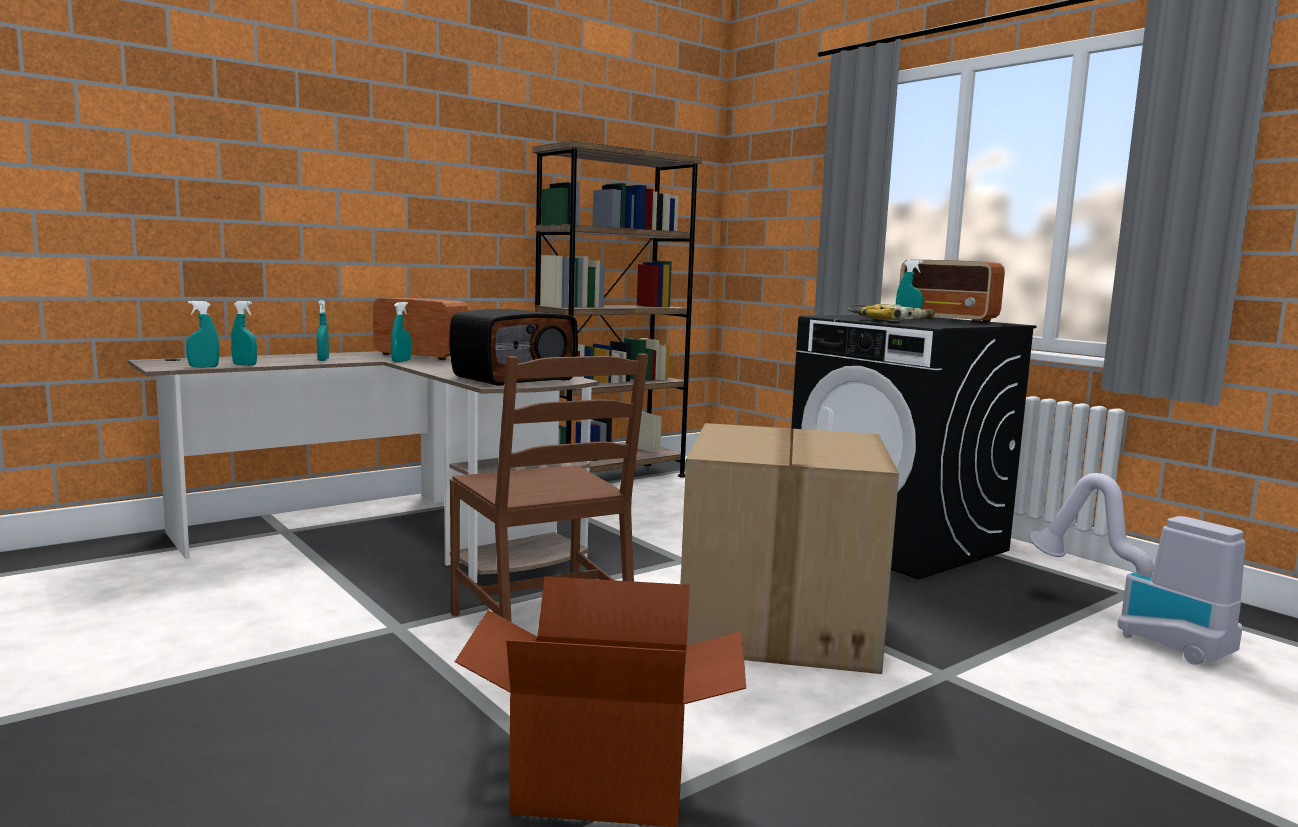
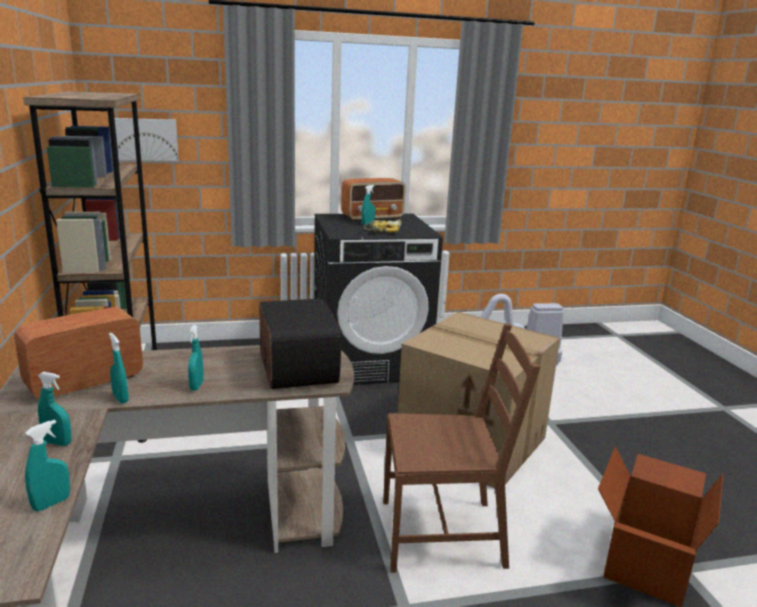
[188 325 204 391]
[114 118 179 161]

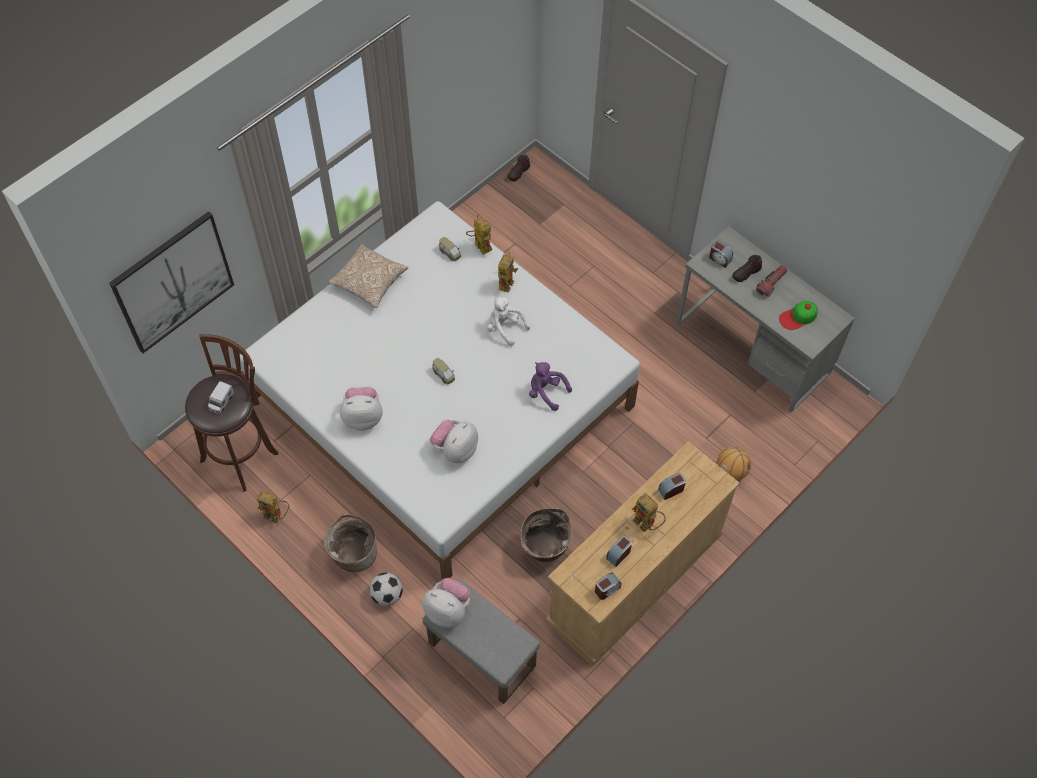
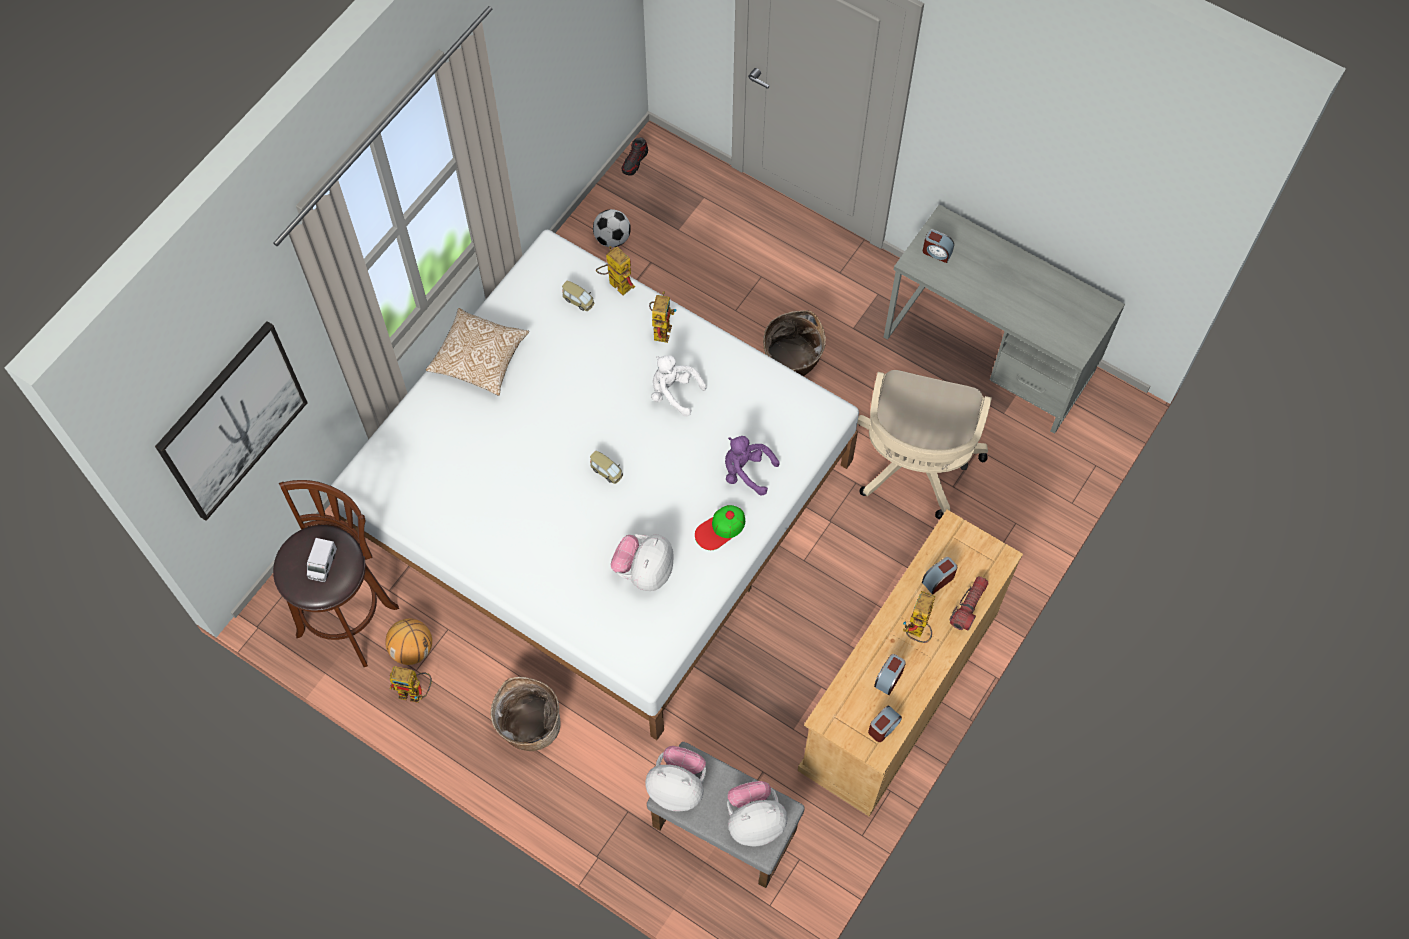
[727 781 788 846]
[593 209 631 247]
[763 311 826 376]
[903 591 935 643]
[385 619 432 665]
[732 255 762 282] (first image)
[950 576 989 630]
[695 505 745 550]
[857 370 992 519]

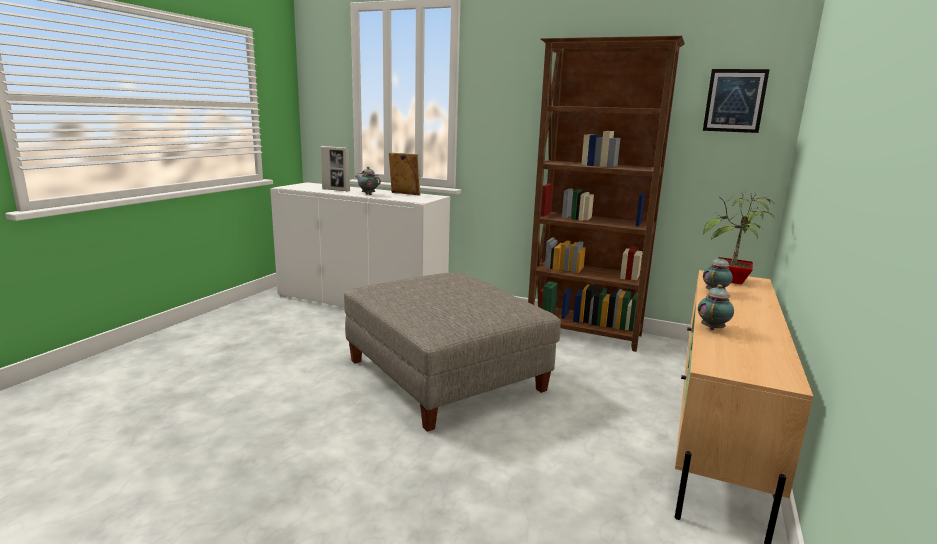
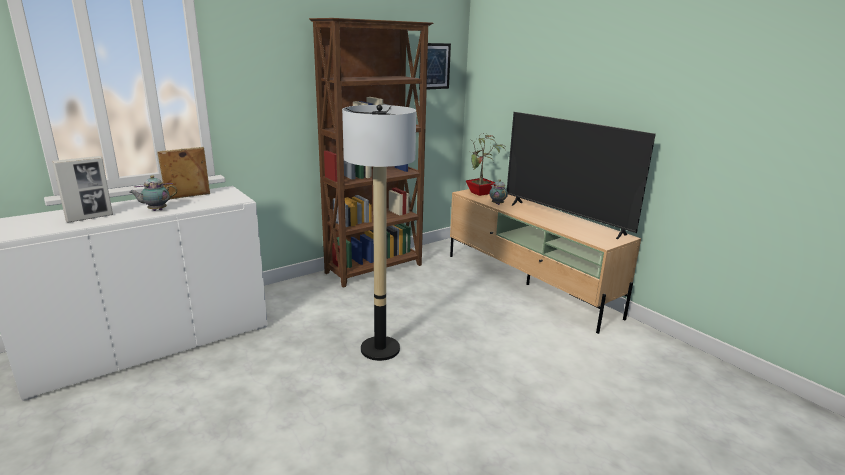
[342 105 416 361]
[698 285 734 330] (first image)
[507 112 656 239]

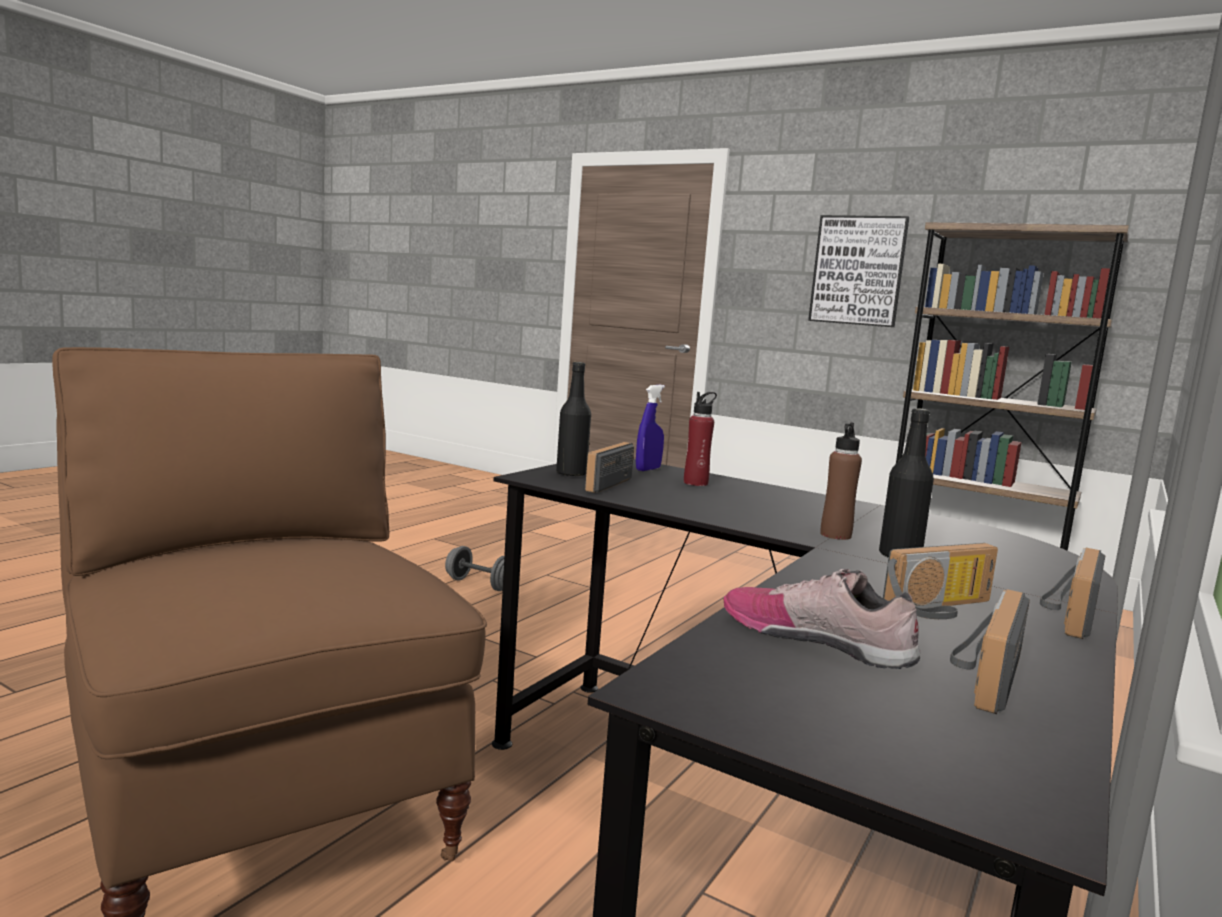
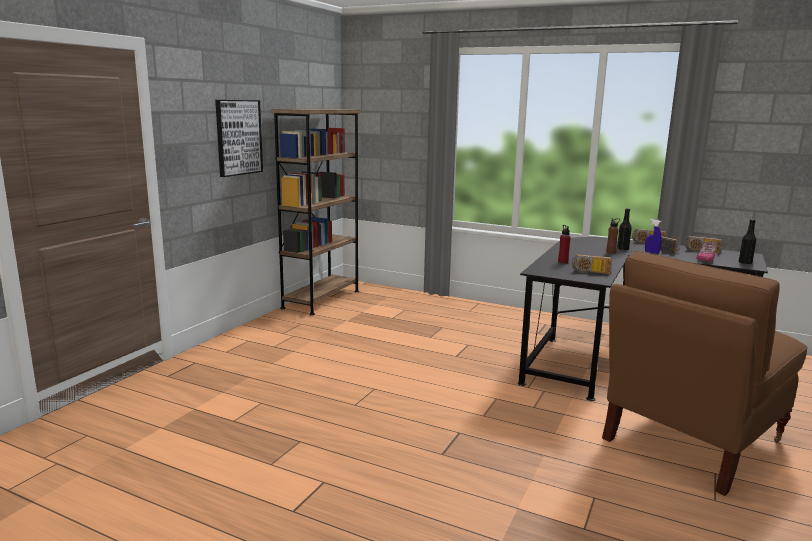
[445 546 504 591] (first image)
[739 219 757 264]
[645 219 662 254]

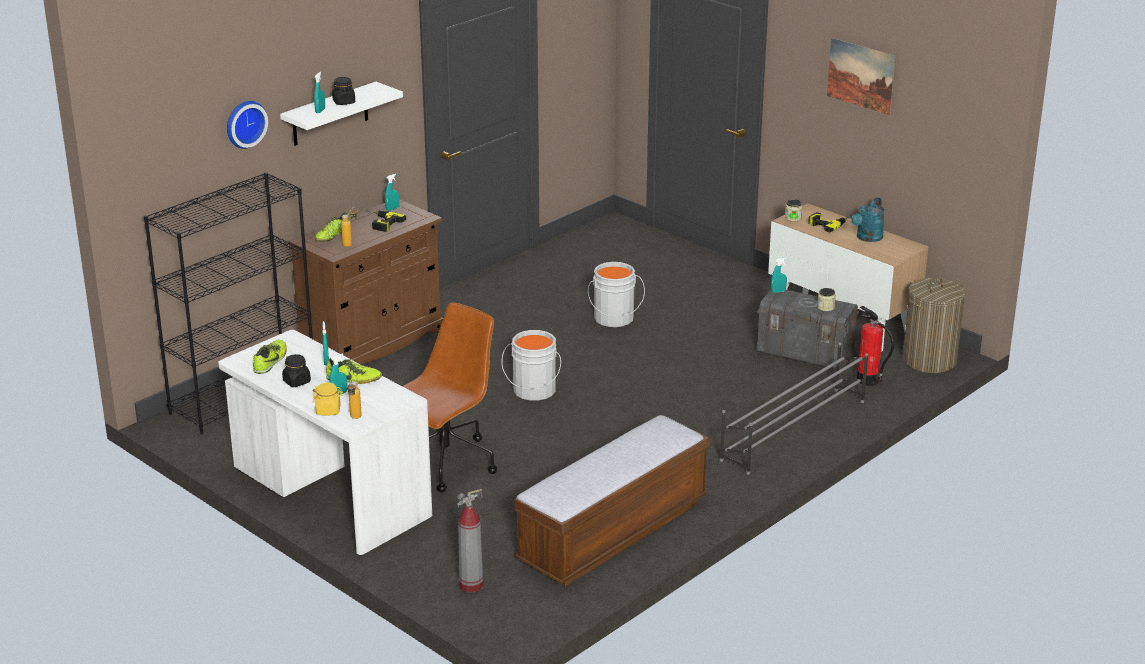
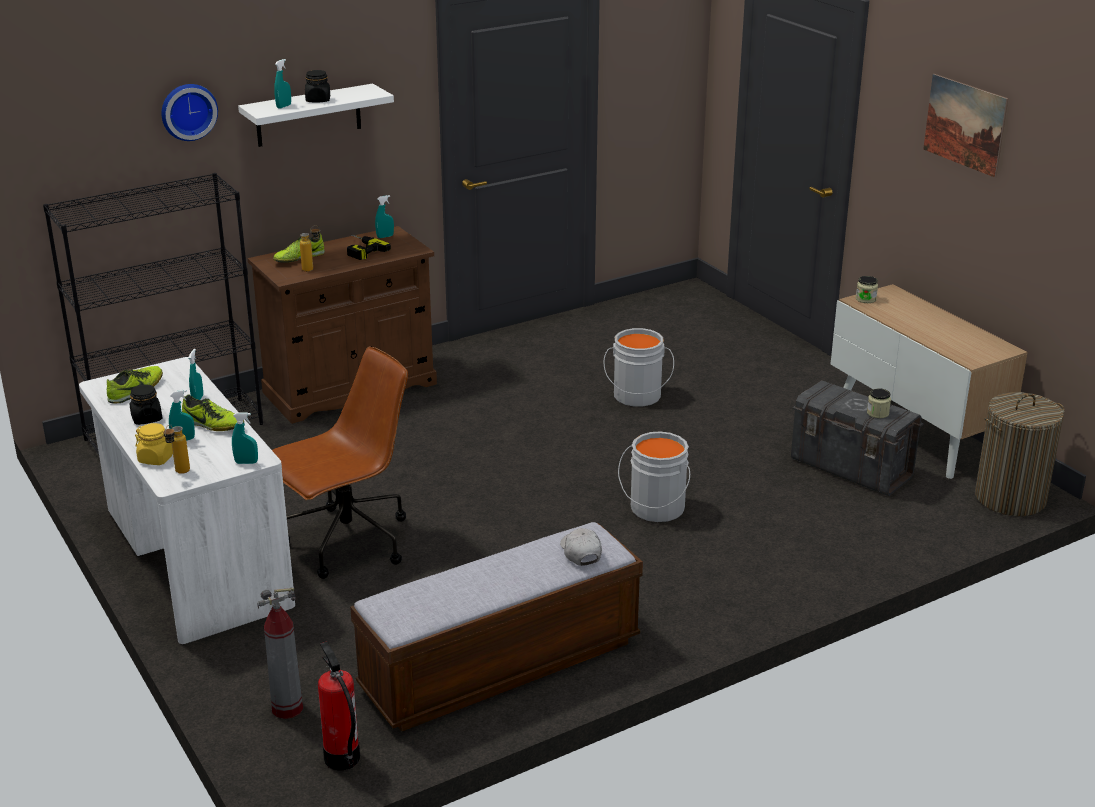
[618 431 690 522]
[719 342 868 475] (first image)
[232 412 258 464]
[808 212 852 233] (first image)
[851 197 885 242] (first image)
[318 641 360 770]
[560 528 602 566]

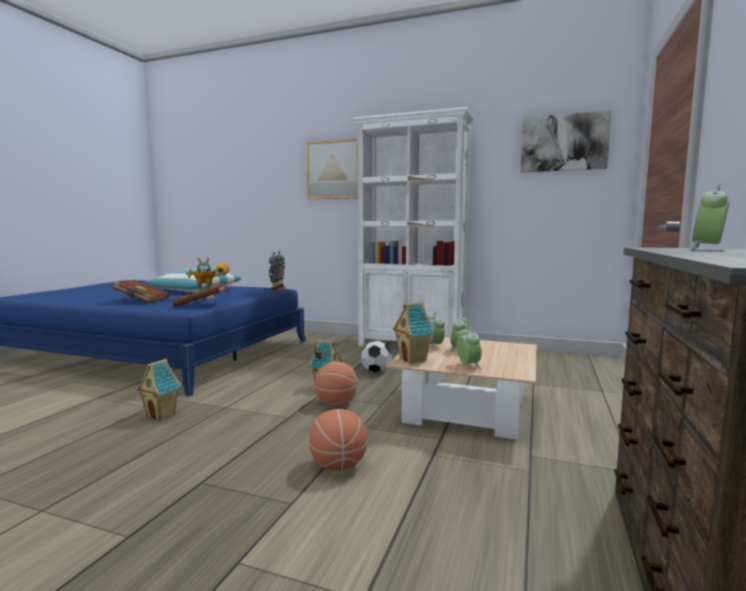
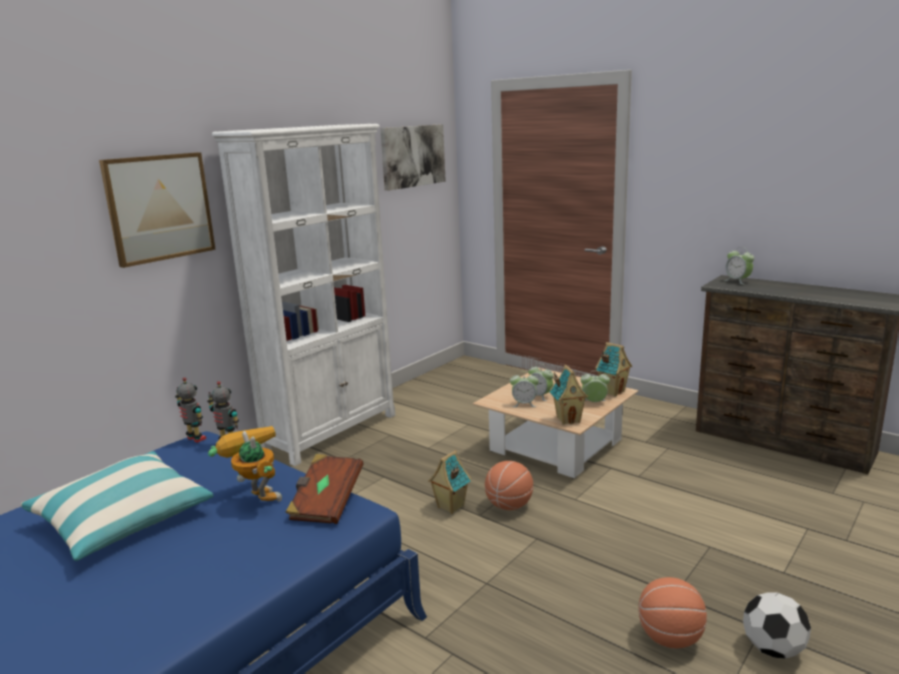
[112 280 169 303] (first image)
[595 342 632 396]
[208 426 282 501]
[639 577 707 648]
[743 592 811 659]

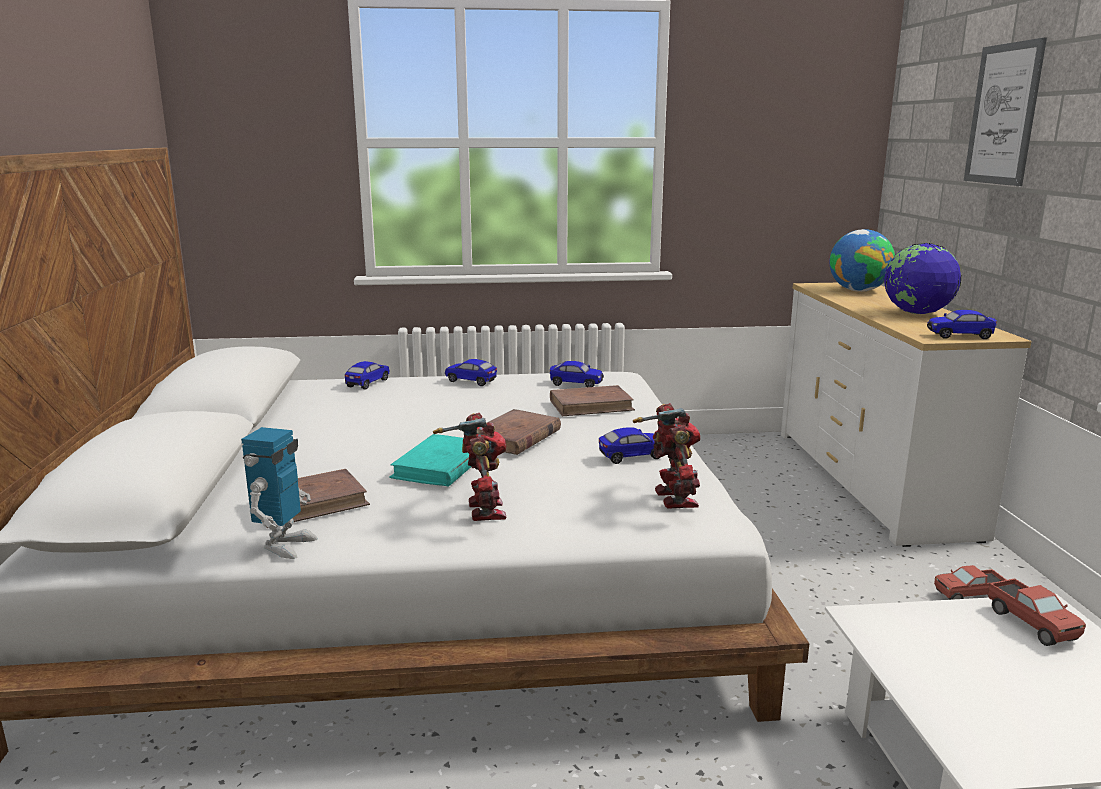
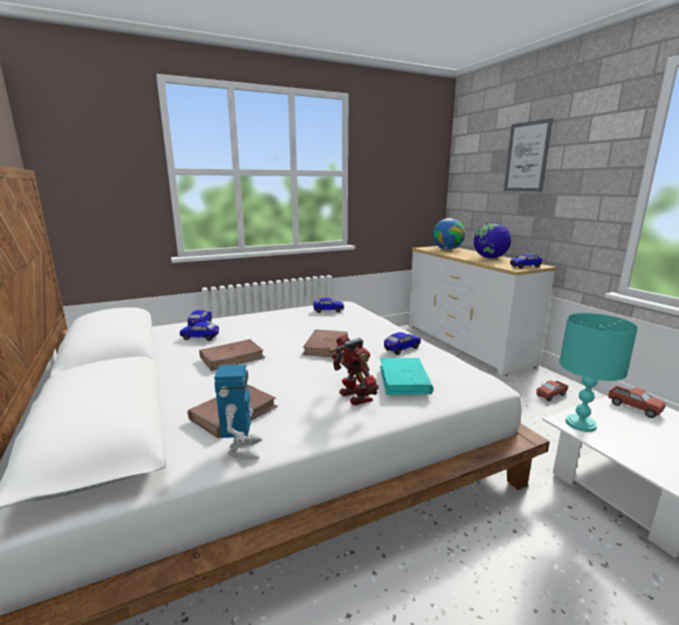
[380 358 434 395]
[180 322 219 341]
[199 339 265 371]
[633 403 700 509] (first image)
[559 313 638 432]

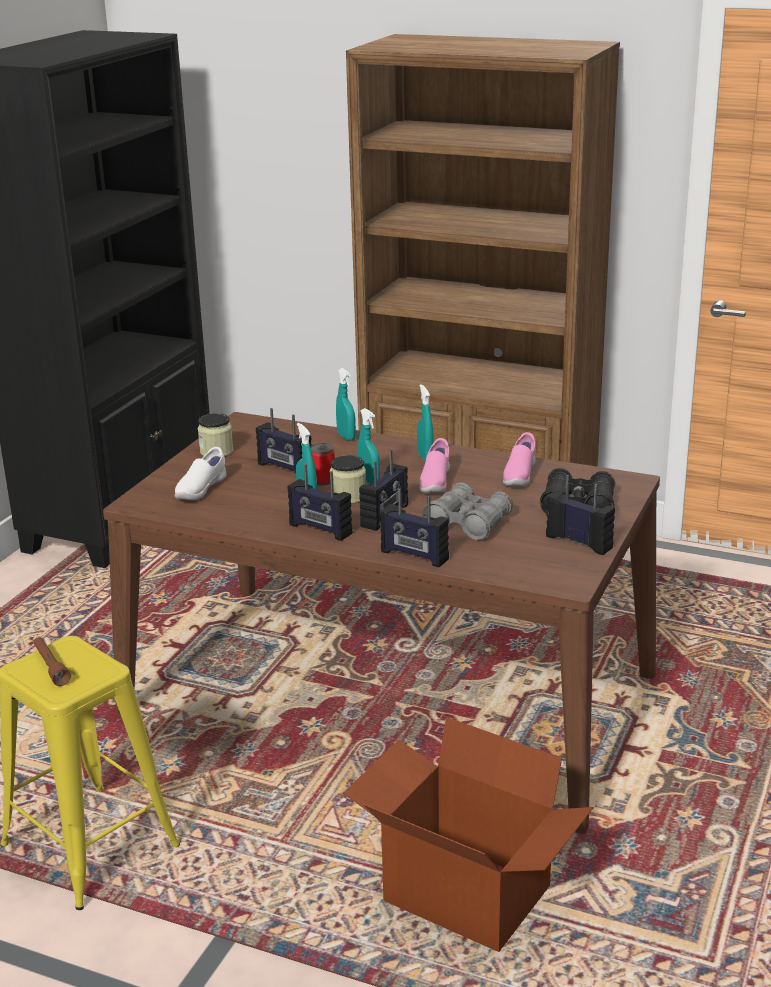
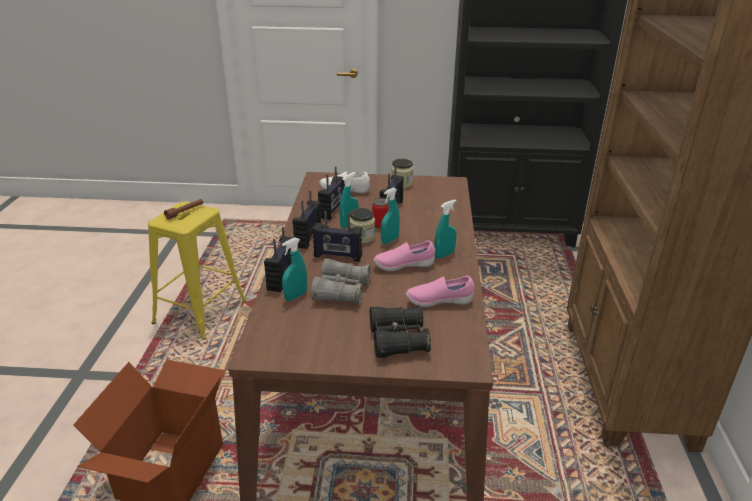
[282 237 307 301]
[318 166 345 220]

